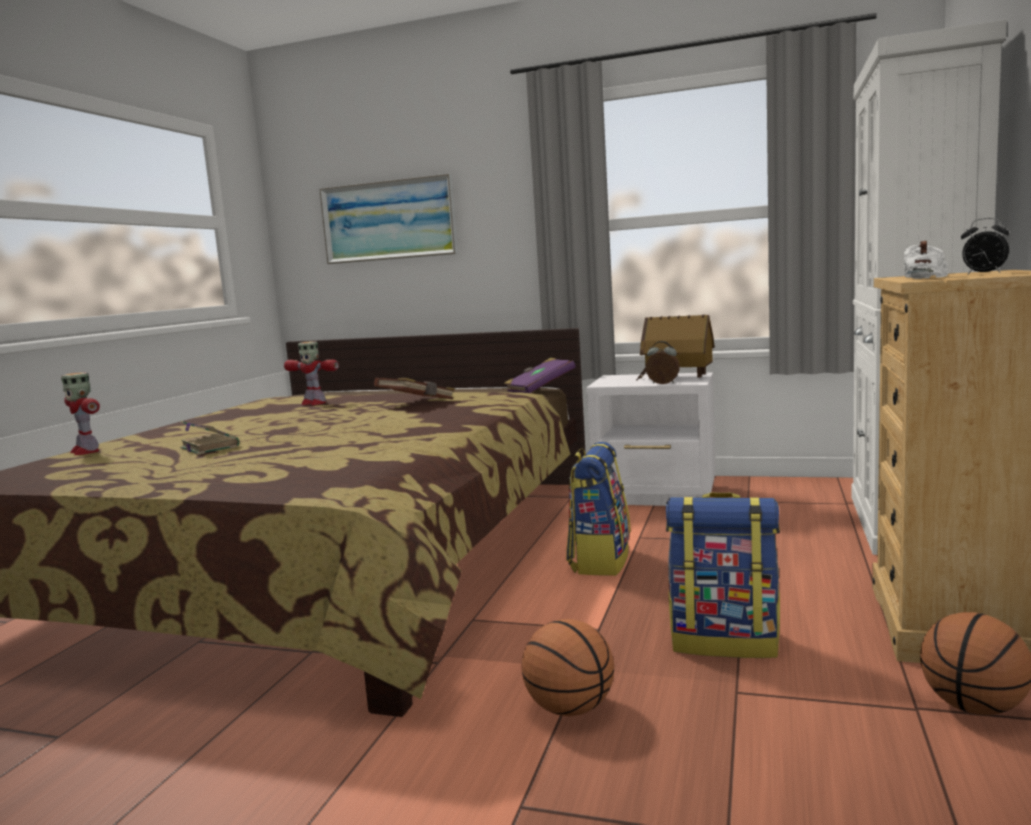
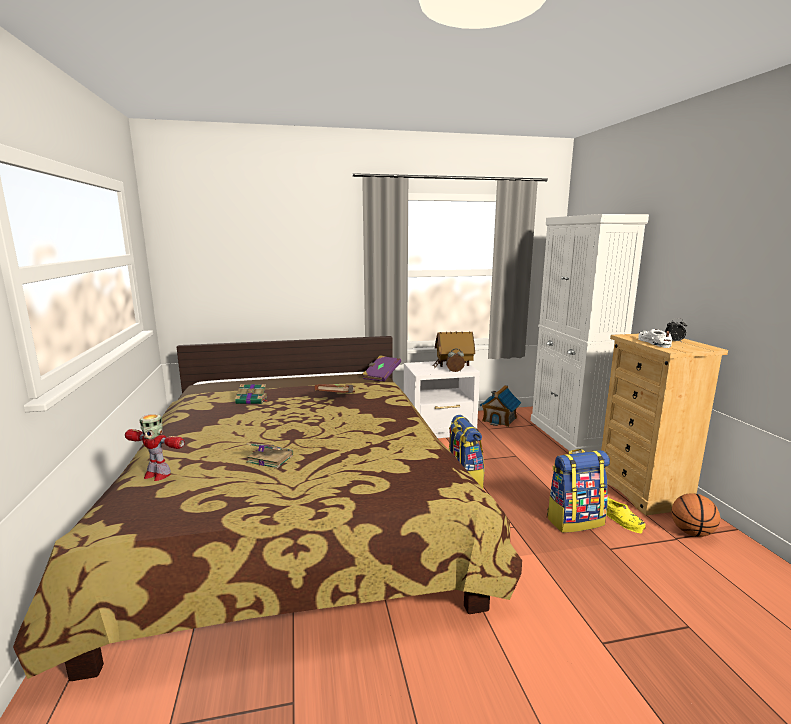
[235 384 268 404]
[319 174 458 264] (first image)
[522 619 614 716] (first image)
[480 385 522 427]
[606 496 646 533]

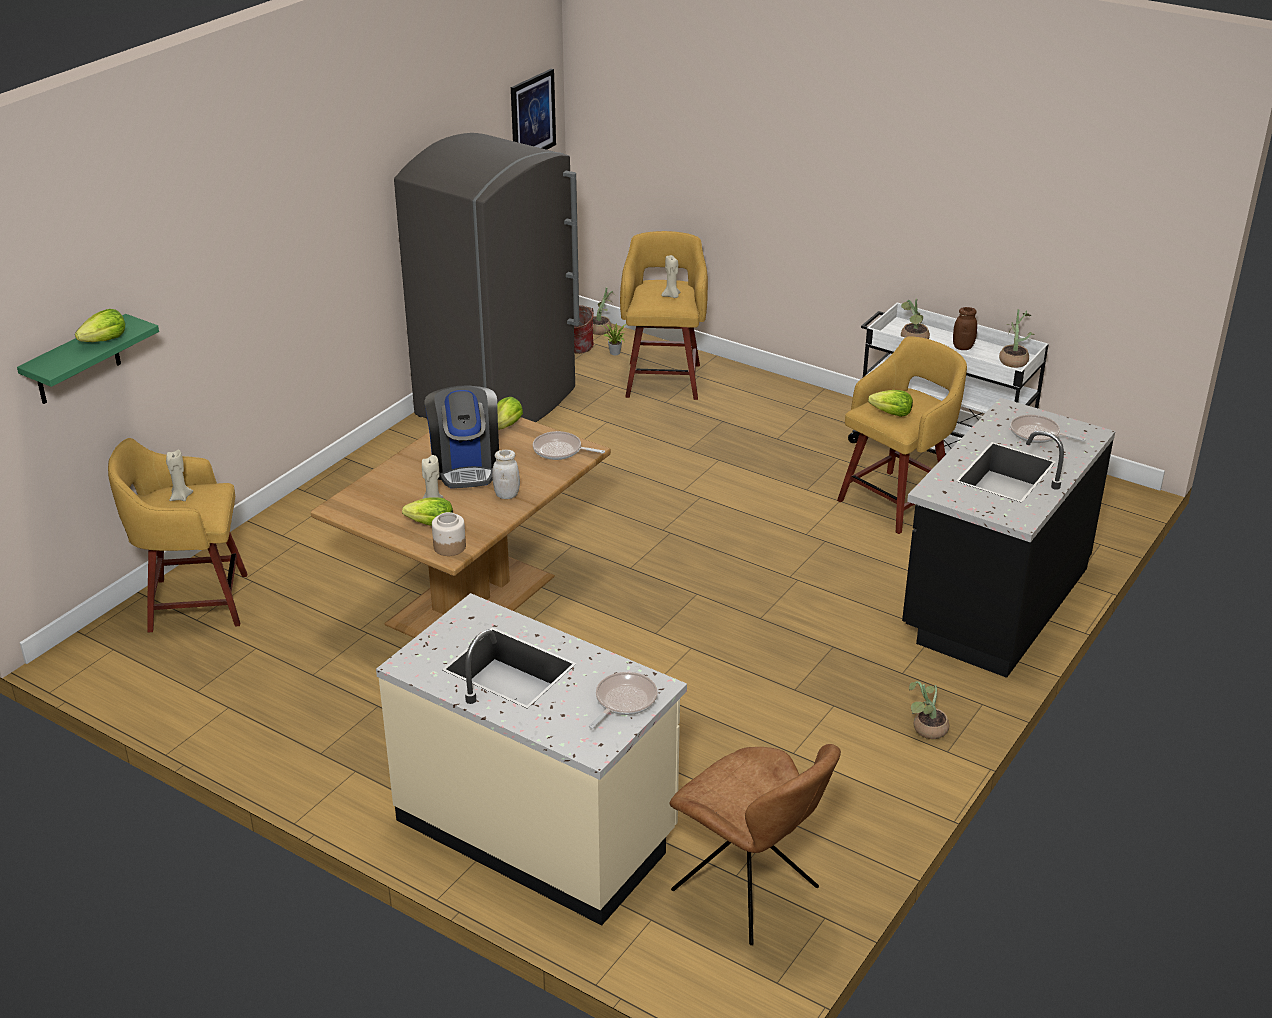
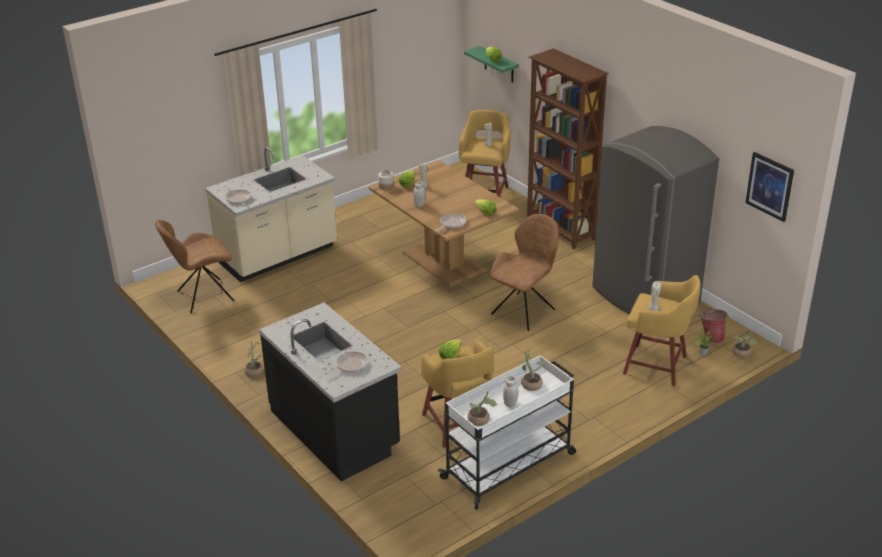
[424 386 499 488] (first image)
[503 375 518 408]
[490 214 559 331]
[527 48 609 249]

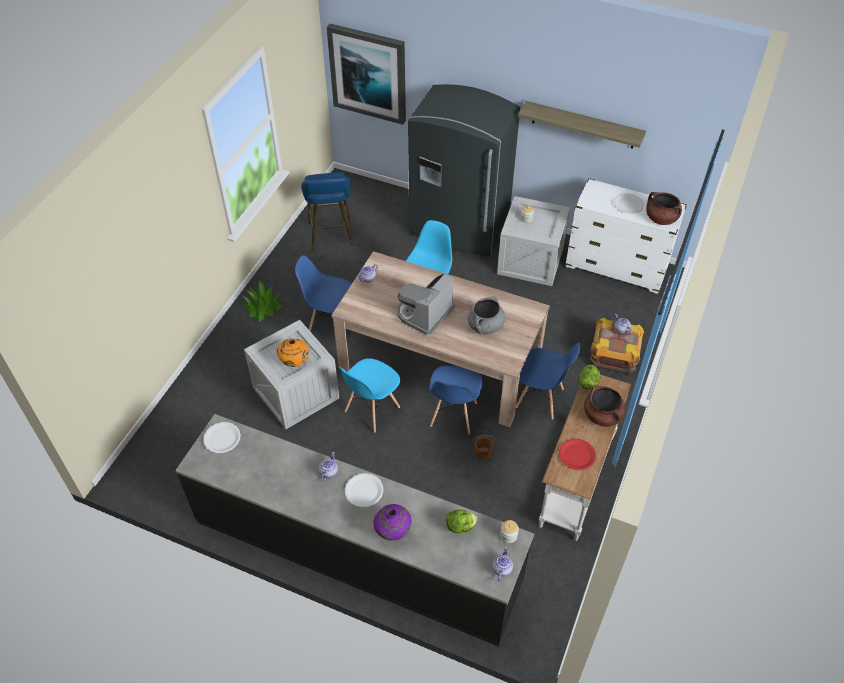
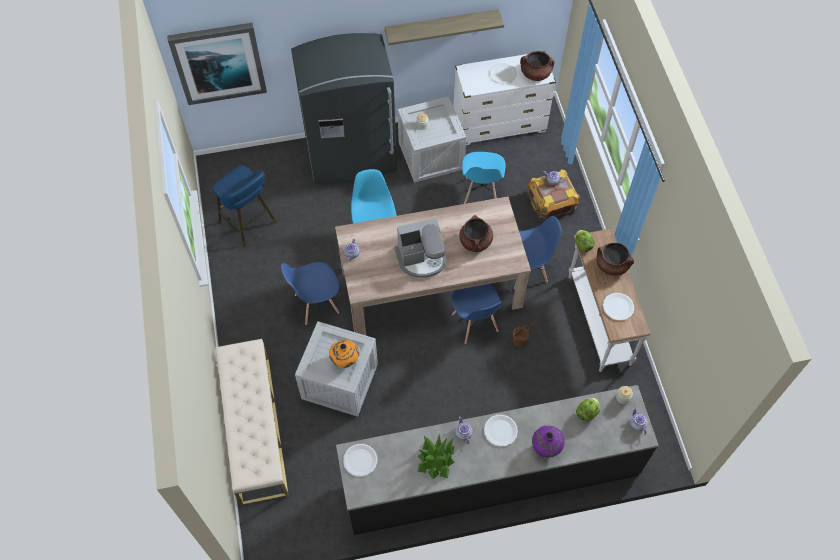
[417 434 454 479]
[462 152 506 204]
[394 218 446 278]
[459 215 493 252]
[603 293 634 320]
[216 339 289 505]

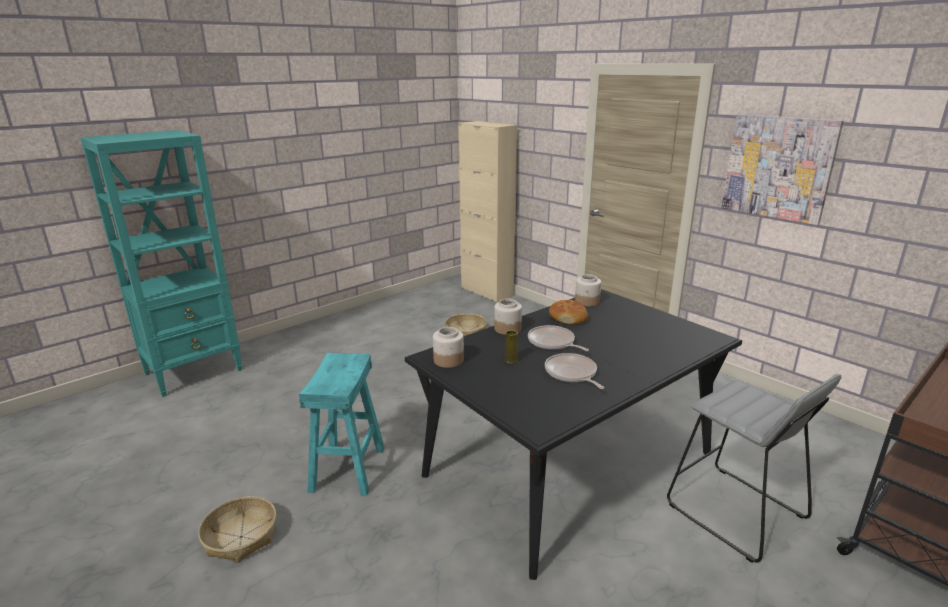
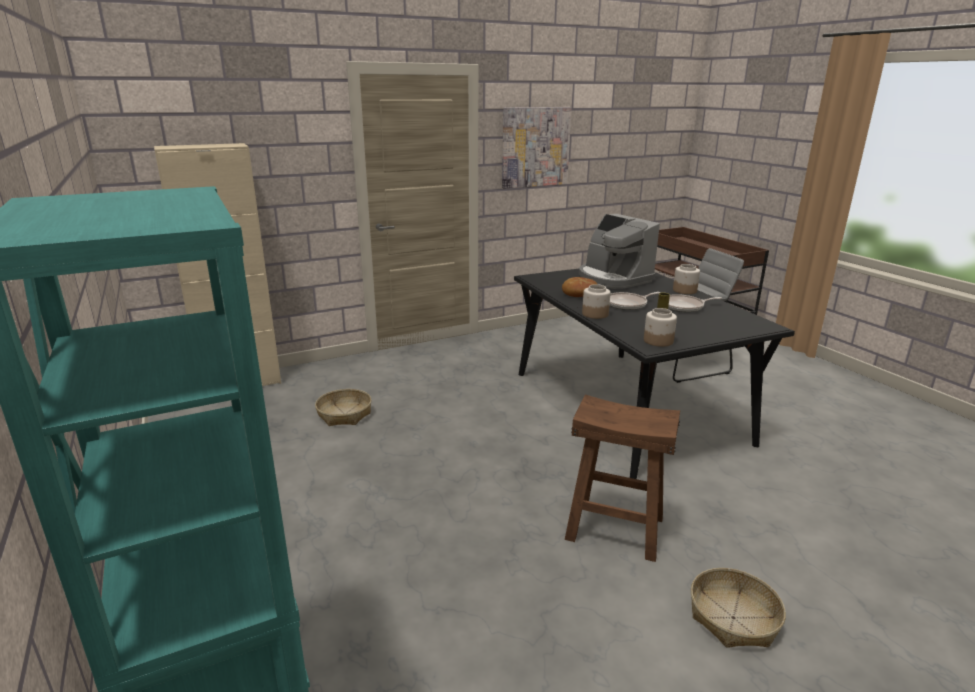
[565 395 680 562]
[673 264 700 294]
[579 214 660 289]

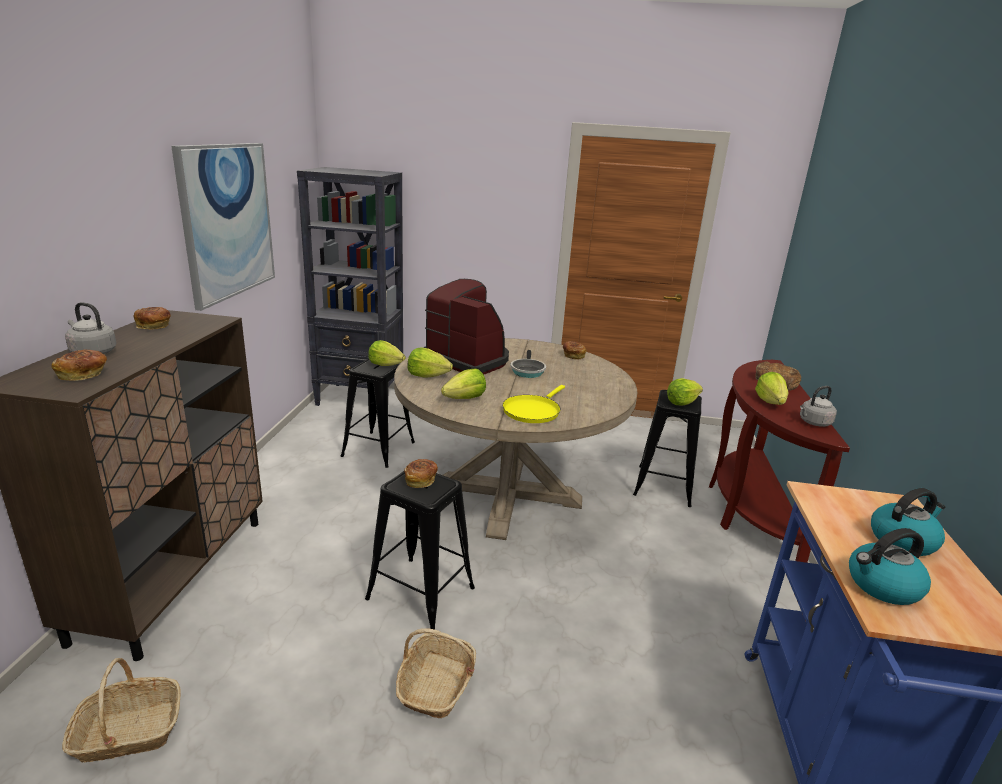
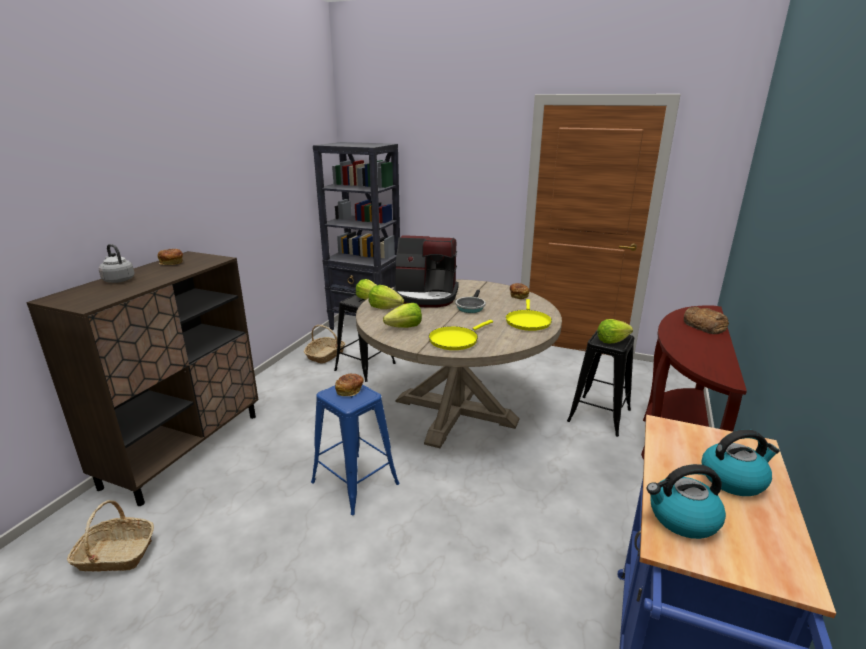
[51 350 107 381] (first image)
[171 143 275 311] (first image)
[311 384 399 515]
[304 325 346 363]
[393 235 459 308]
[755 372 789 405] (first image)
[800 386 837 427] (first image)
[506 299 552 331]

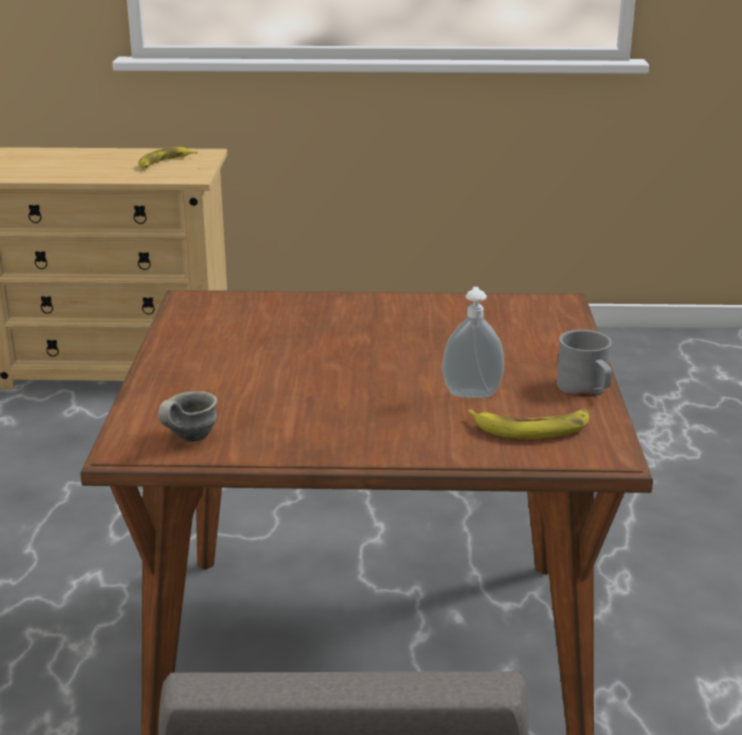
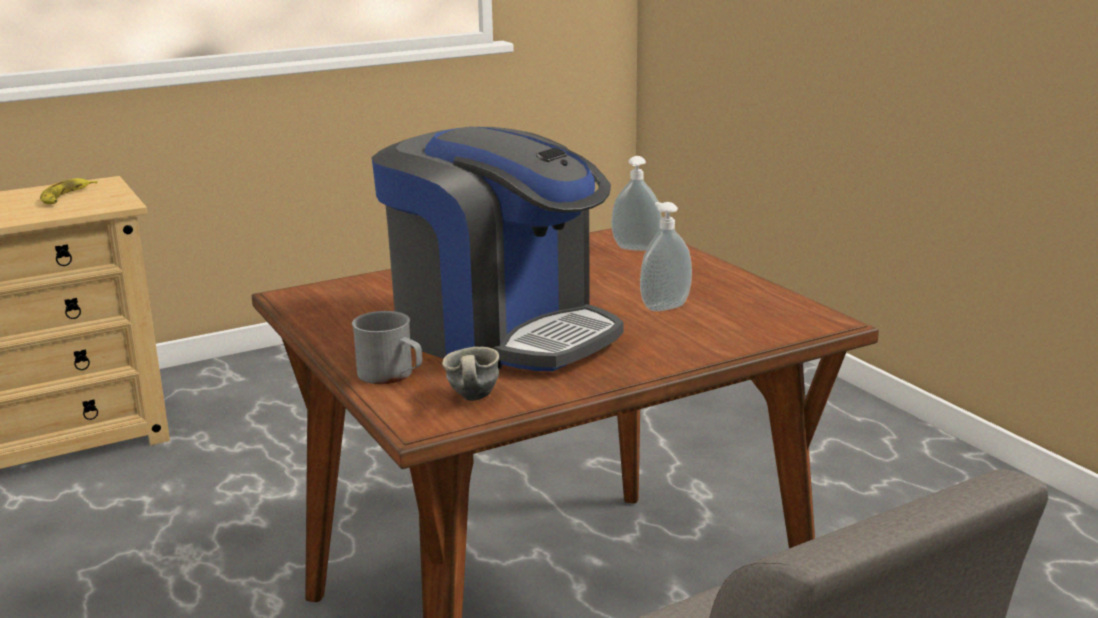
[468 409 589 439] (first image)
[352 311 422 384]
[372 127 623 371]
[611 156 662 251]

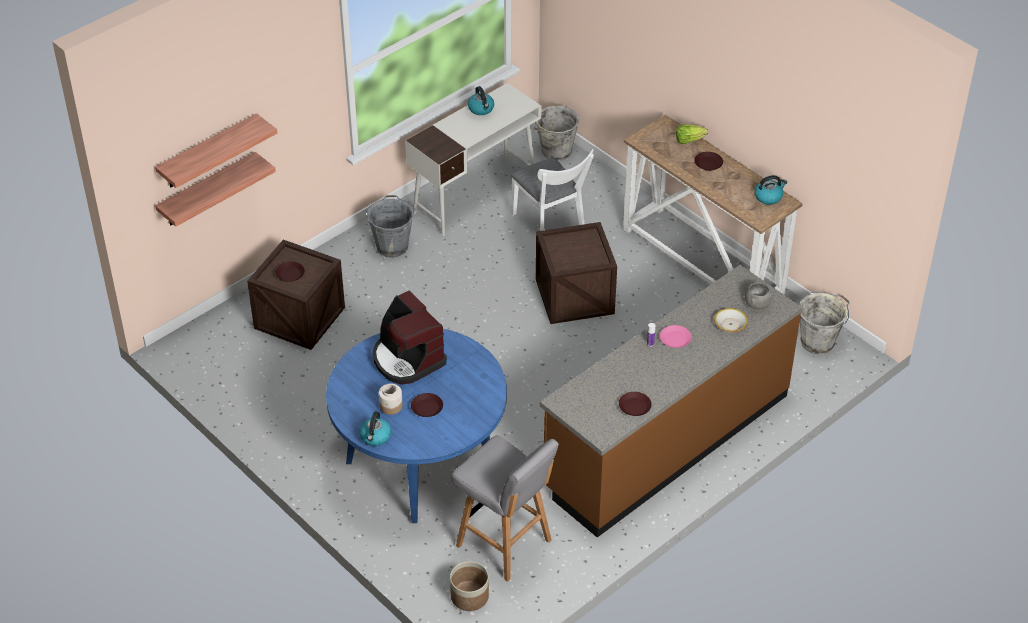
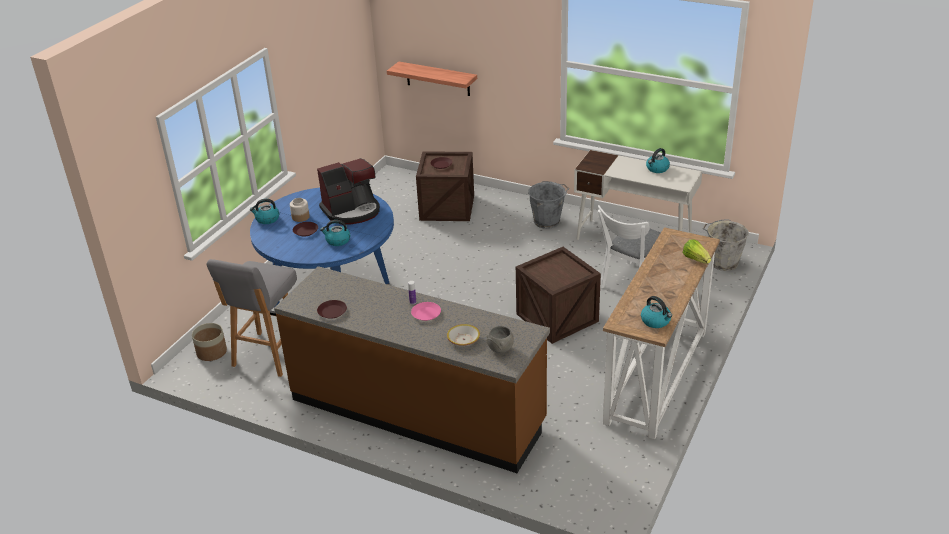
[155 113 277 188] (first image)
[317 158 380 224]
[694 152 723 171] (first image)
[799 292 849 354] (first image)
[320 220 350 246]

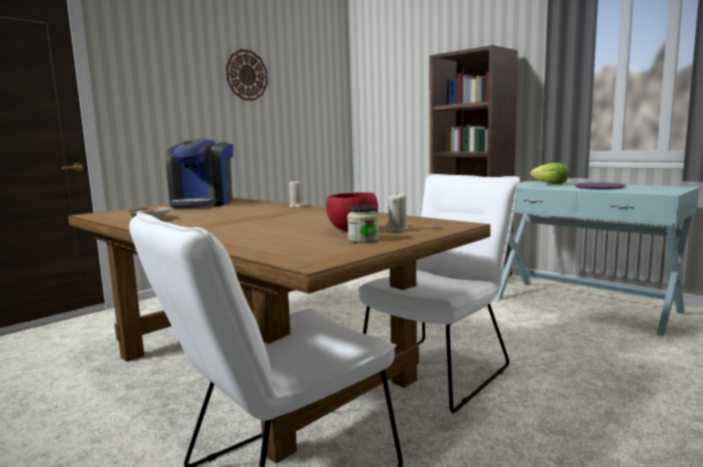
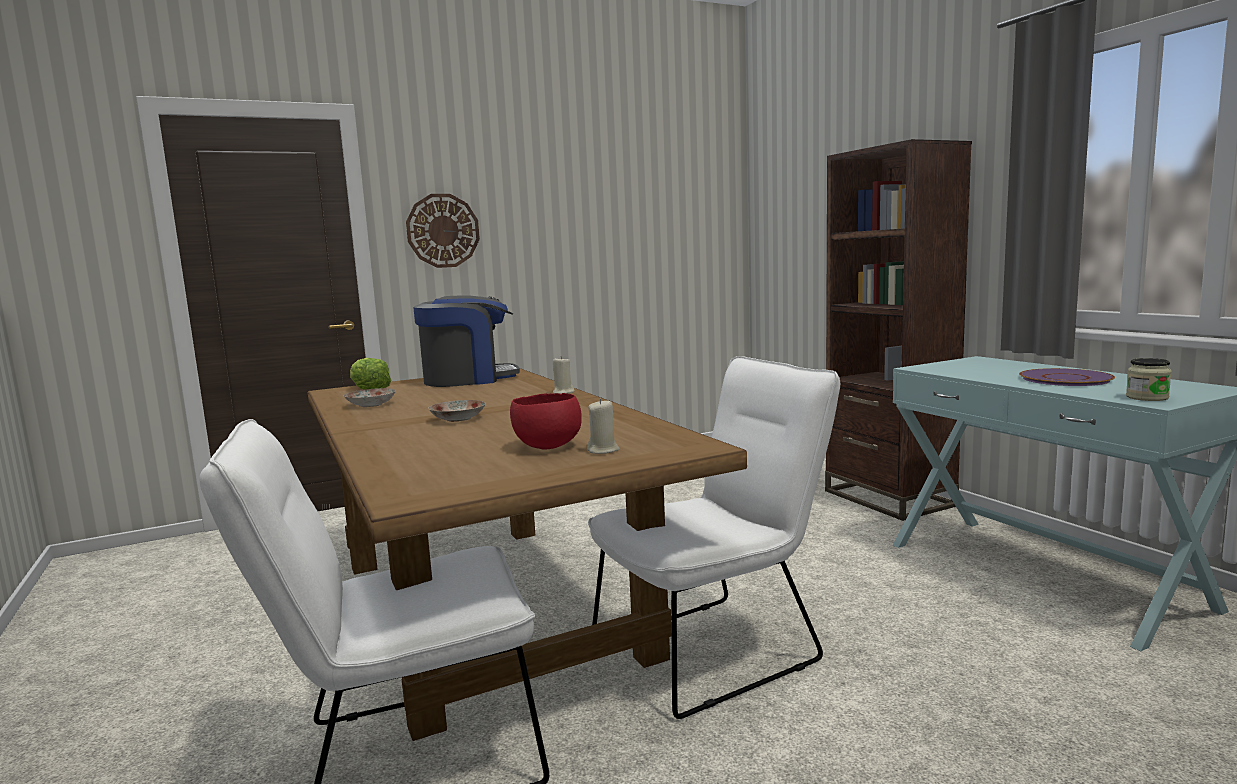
[413 296 520 387]
[406 194 480 268]
[1126 358 1172 401]
[350 358 391 390]
[429 400 486 422]

